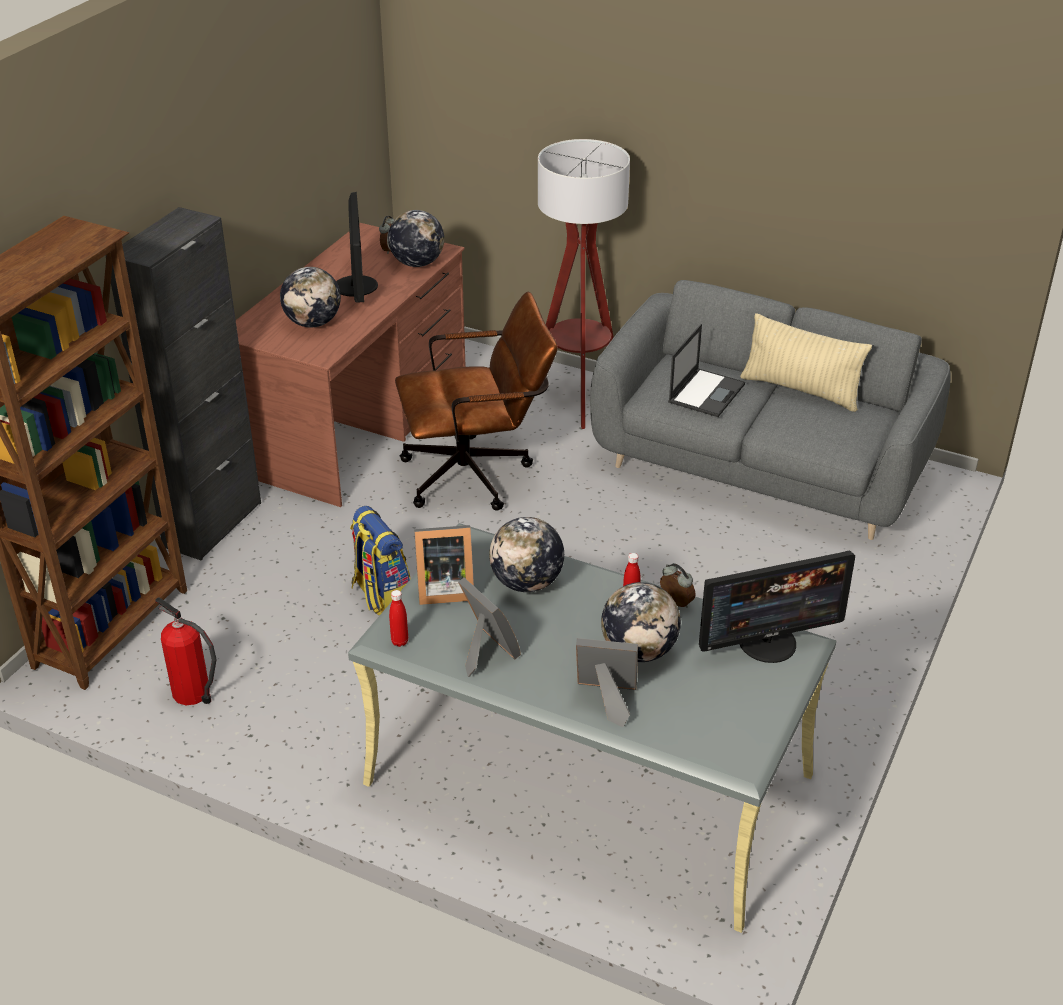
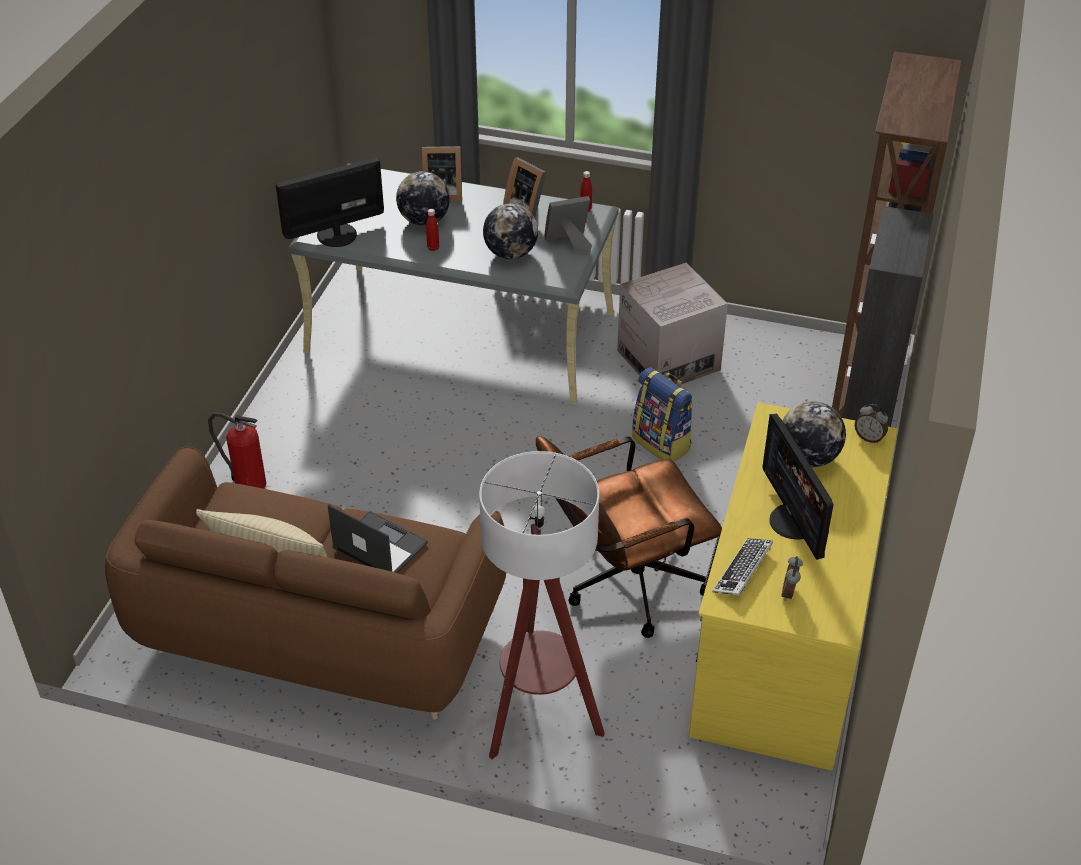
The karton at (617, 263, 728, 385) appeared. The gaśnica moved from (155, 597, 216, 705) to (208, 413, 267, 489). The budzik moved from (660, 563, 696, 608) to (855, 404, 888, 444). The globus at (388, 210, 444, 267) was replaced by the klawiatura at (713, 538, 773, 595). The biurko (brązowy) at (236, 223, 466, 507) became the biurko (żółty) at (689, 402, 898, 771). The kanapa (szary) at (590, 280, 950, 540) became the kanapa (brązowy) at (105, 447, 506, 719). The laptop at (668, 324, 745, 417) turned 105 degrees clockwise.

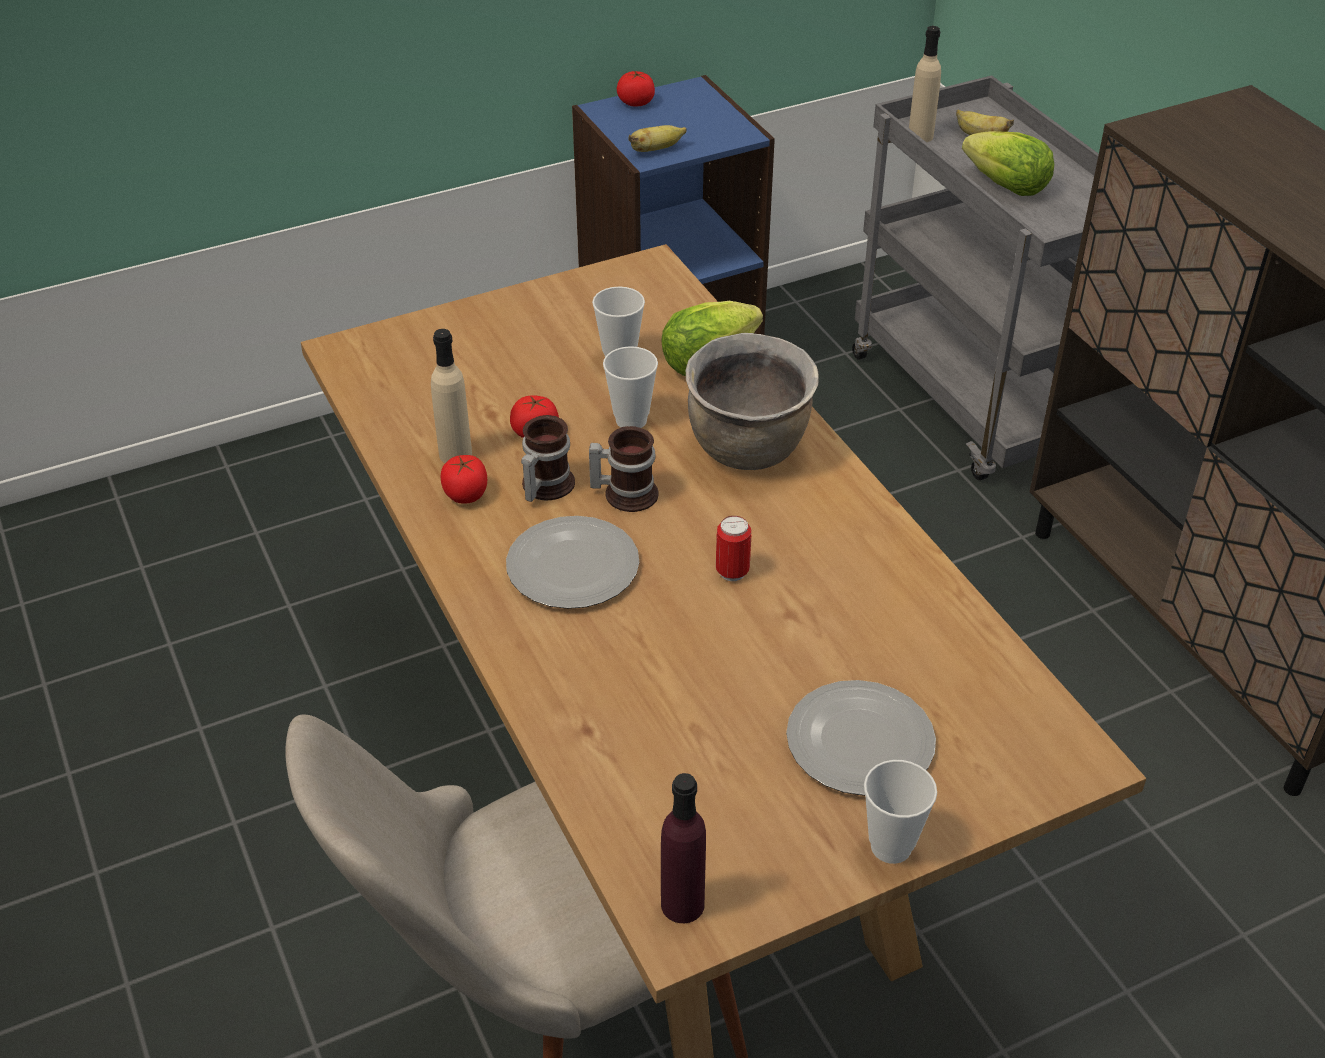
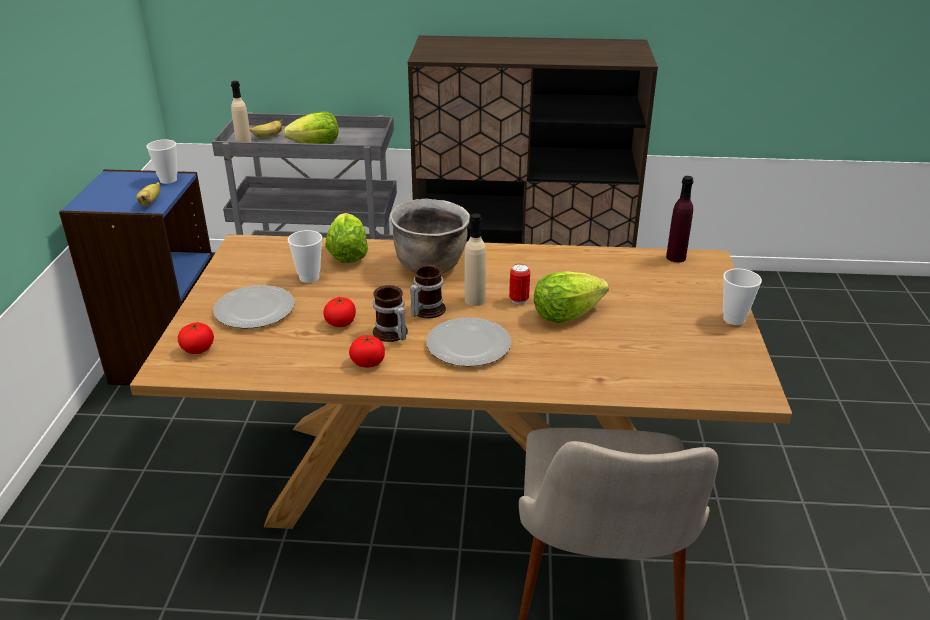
The sałata at (534, 271, 609, 323) appeared. The butelka (beżowy) moved from (431, 329, 472, 463) to (465, 213, 486, 306). The filiżanka moved from (603, 346, 658, 428) to (146, 139, 177, 184). The pomidor moved from (617, 71, 655, 107) to (178, 322, 214, 354). The butelka (fioletowy) moved from (661, 773, 706, 923) to (666, 176, 694, 262). The talerz moved from (786, 680, 936, 796) to (213, 285, 295, 329).

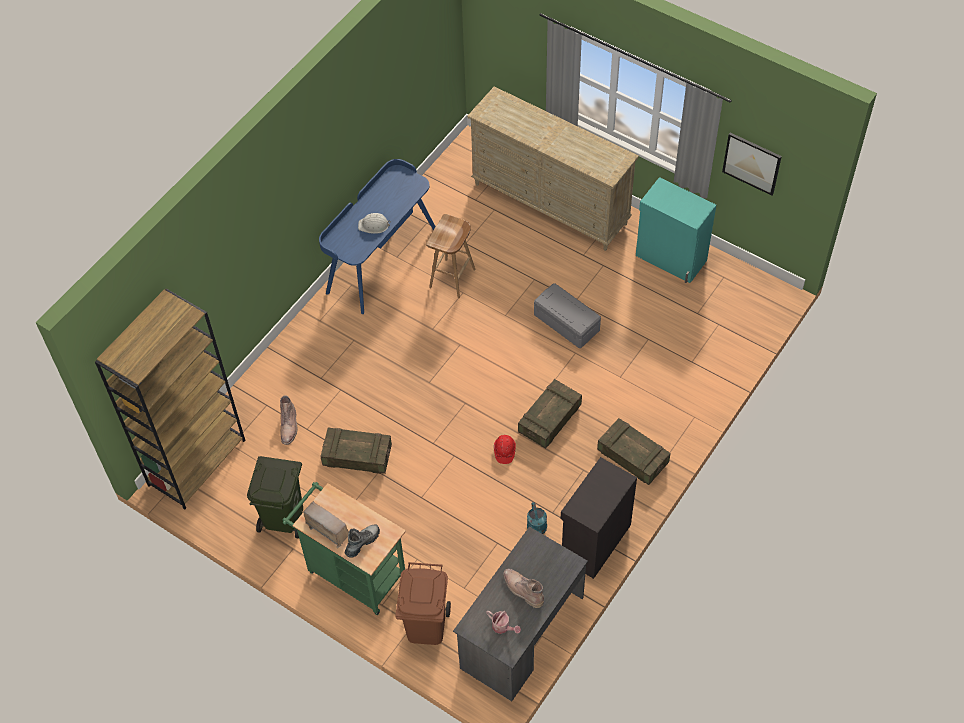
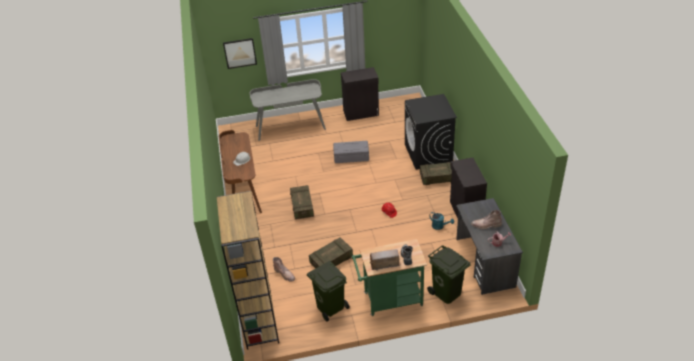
The stołek (brązowy) at (426, 214, 476, 298) disappeared. The pralka (czarny) at (405, 94, 457, 170) appeared. The skrzynka moved from (518, 379, 582, 449) to (290, 185, 314, 219). The obraz moved from (722, 133, 782, 196) to (223, 38, 257, 69). The komoda (beżowy) at (467, 87, 639, 251) was replaced by the biurko (szary) at (250, 79, 326, 141). The biurko (niebieski) at (319, 159, 436, 314) became the biurko (brązowy) at (219, 130, 262, 213). The kosz na śmieci (brązowy) at (395, 562, 451, 645) became the kosz na śmieci (zielony) at (427, 245, 471, 304). The szafka (turkusowy) at (636, 177, 716, 283) became the szafka (czarny) at (341, 67, 379, 121).

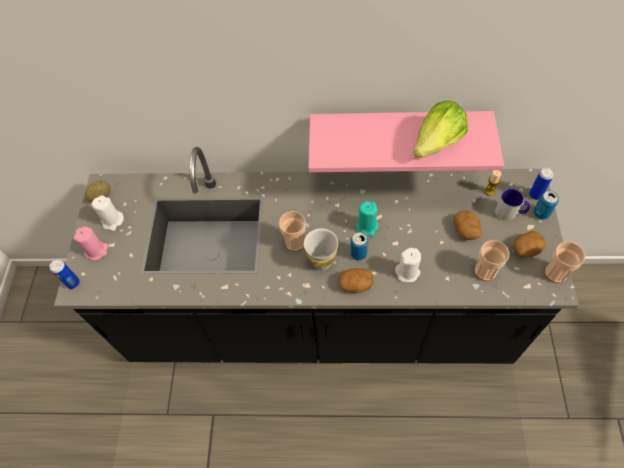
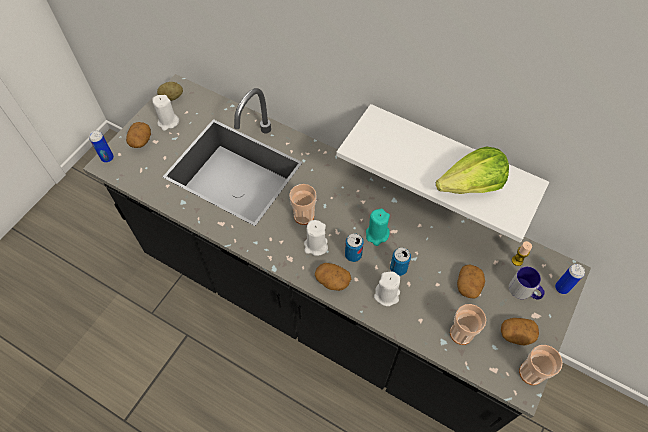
The puszka moved from (533, 191, 559, 220) to (390, 248, 411, 276). The świeca (różowy) at (73, 227, 109, 260) was replaced by the ziemniak at (126, 122, 151, 148). The filiżanka (biały) at (304, 228, 338, 270) was replaced by the świeca (biały) at (304, 220, 328, 256). The półka (różowy) at (309, 111, 504, 172) became the półka (biały) at (336, 104, 549, 243).

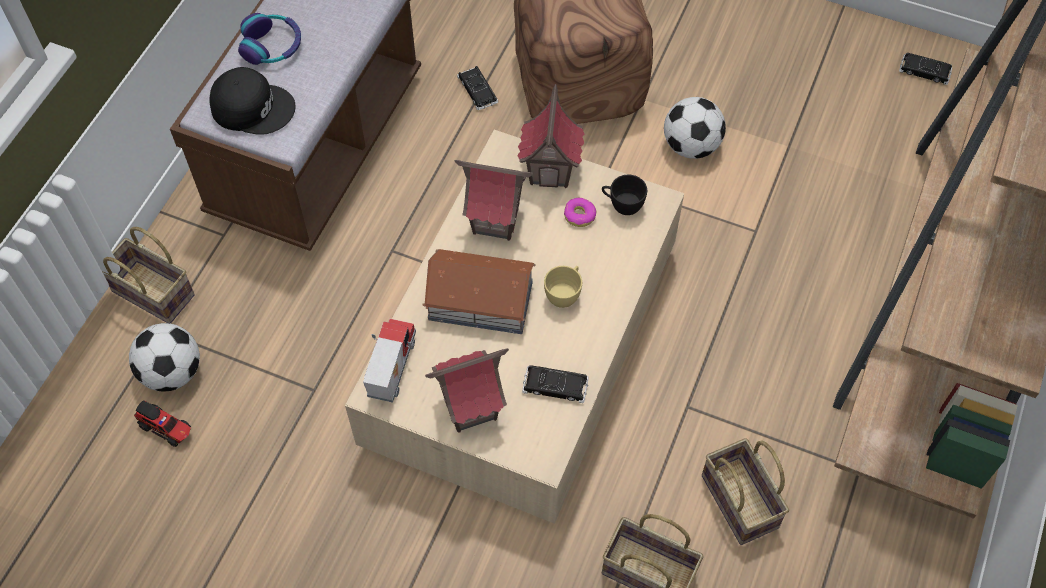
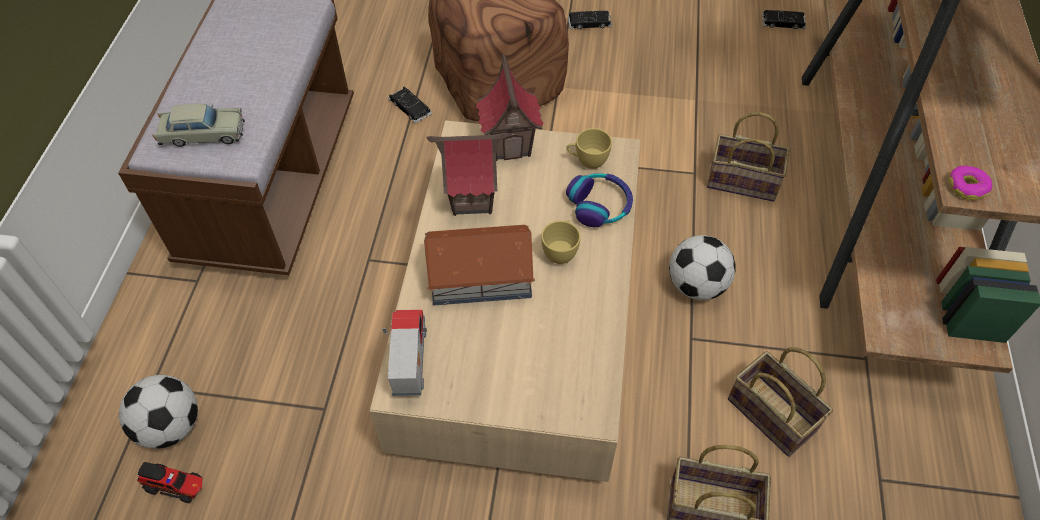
The domek at (425, 348, 509, 433) disappeared. The koszyk moved from (103, 227, 195, 324) to (707, 112, 790, 202). The słuchawki moved from (238, 13, 301, 65) to (566, 174, 633, 227). The samochodzik (czarny) moved from (522, 365, 589, 403) to (568, 11, 612, 29). The donut moved from (564, 198, 596, 227) to (949, 166, 992, 200). The piłka futbolowa moved from (664, 97, 726, 159) to (669, 235, 736, 300). The czapka z daszkiem (czarny) at (209, 67, 296, 135) was replaced by the samochodzik (beżowy) at (153, 104, 245, 147). The filiżanka (czarny) at (602, 175, 647, 215) became the filiżanka (żółty) at (566, 128, 612, 169).

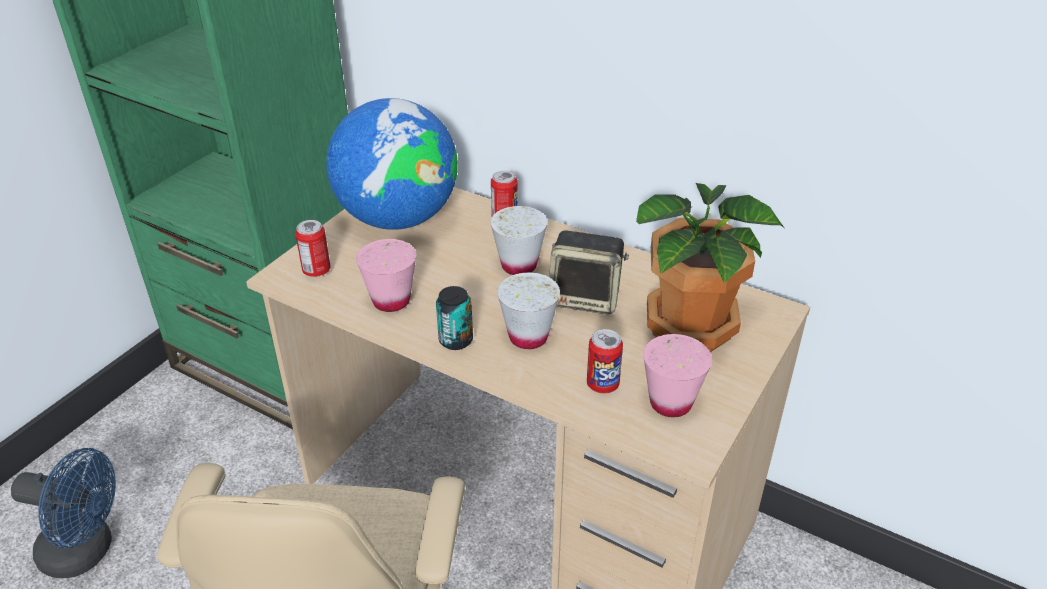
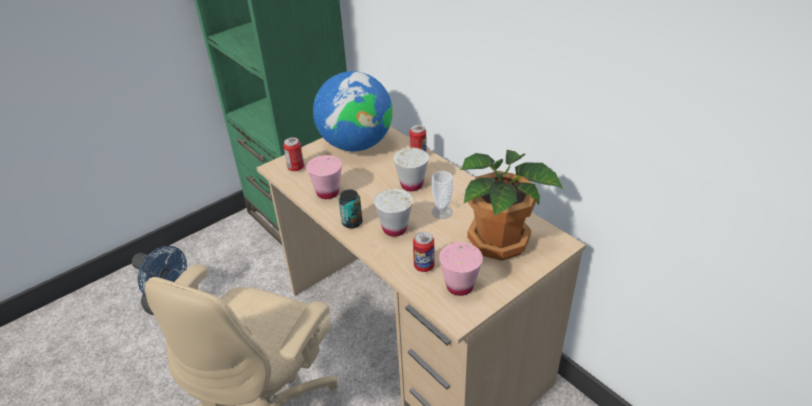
The głośnik at (549, 230, 629, 315) was replaced by the filiżanka at (432, 171, 453, 219).

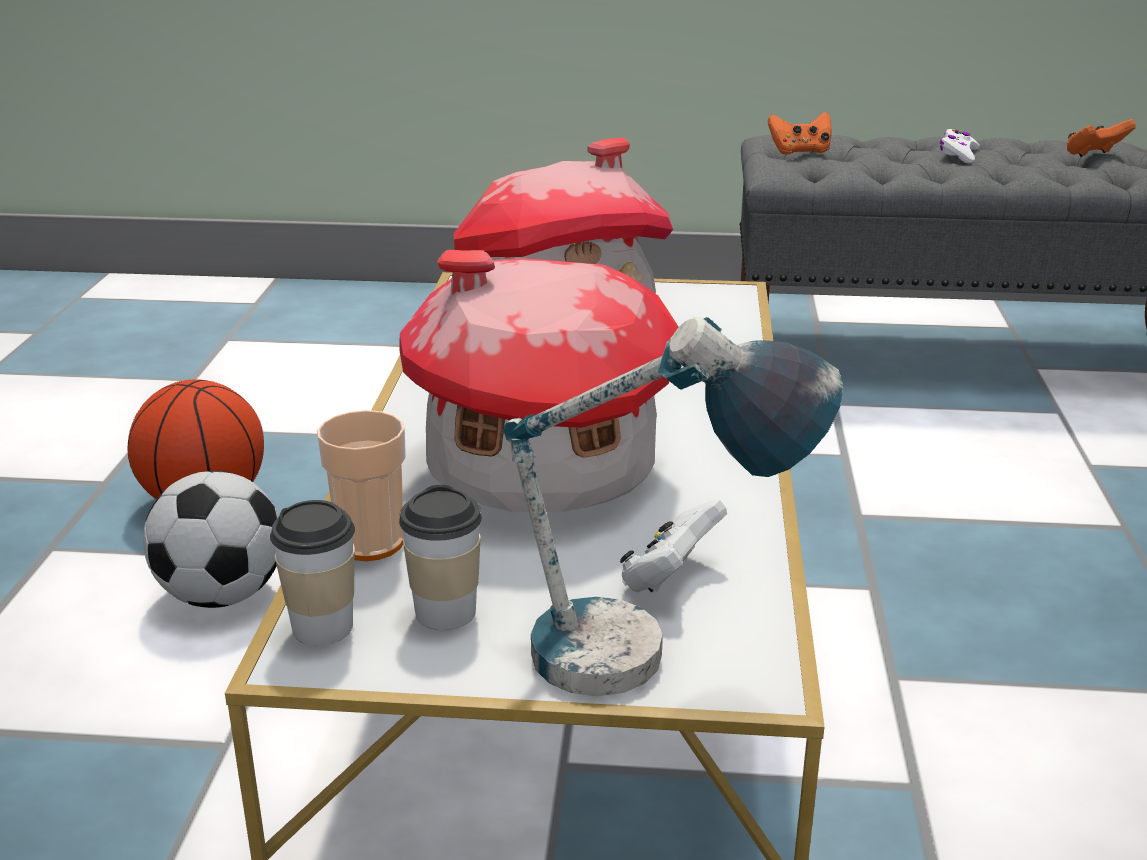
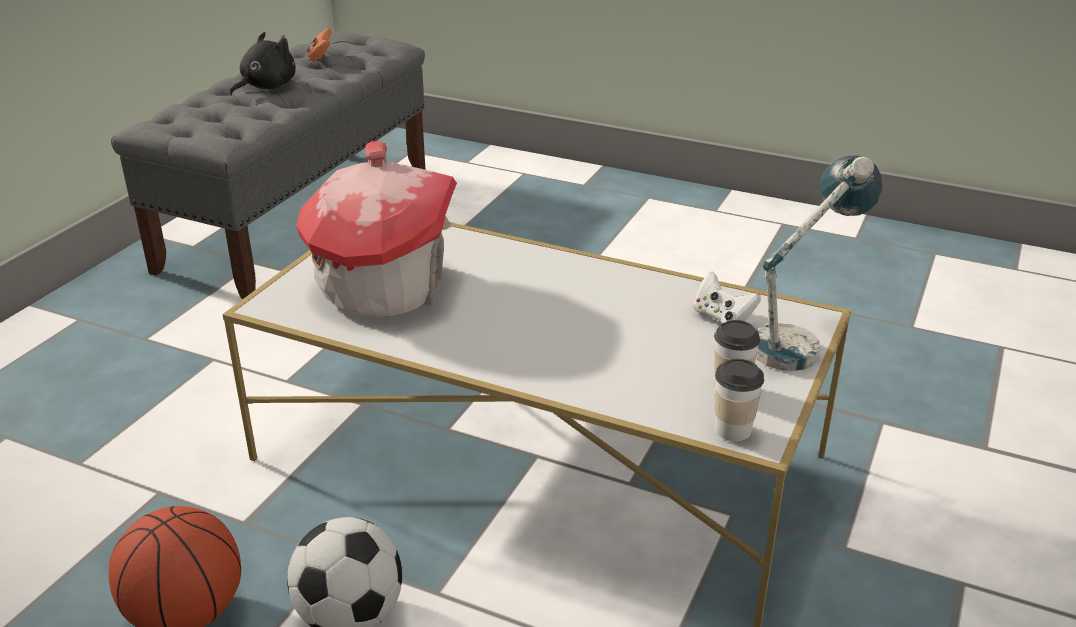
The filiżanka at (317, 410, 406, 561) disappeared. The domek at (399, 250, 679, 512) disappeared. The pad do gier (pomarańczowy) at (768, 112, 832, 155) disappeared. The pad do gier (biały) at (940, 129, 980, 163) was replaced by the pluszak (czarny) at (229, 32, 295, 95).

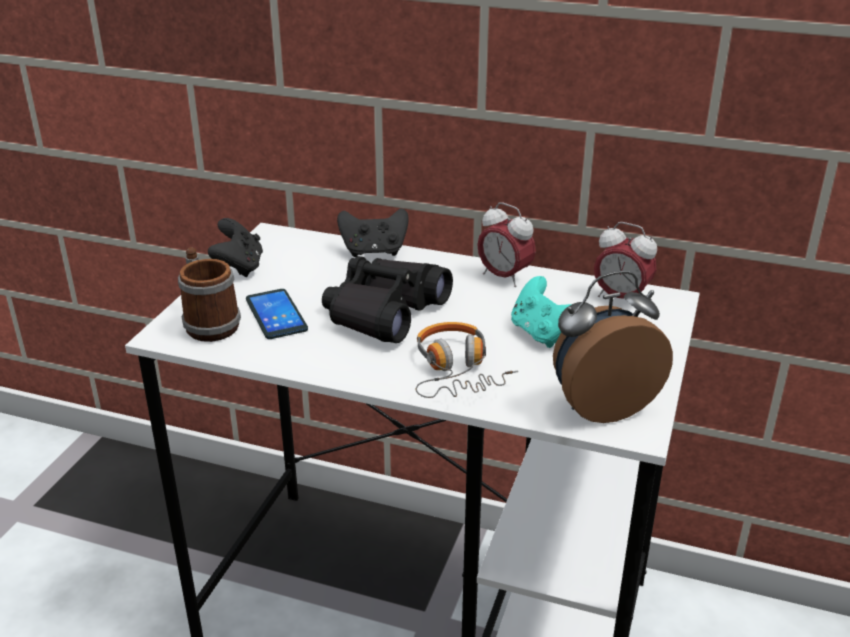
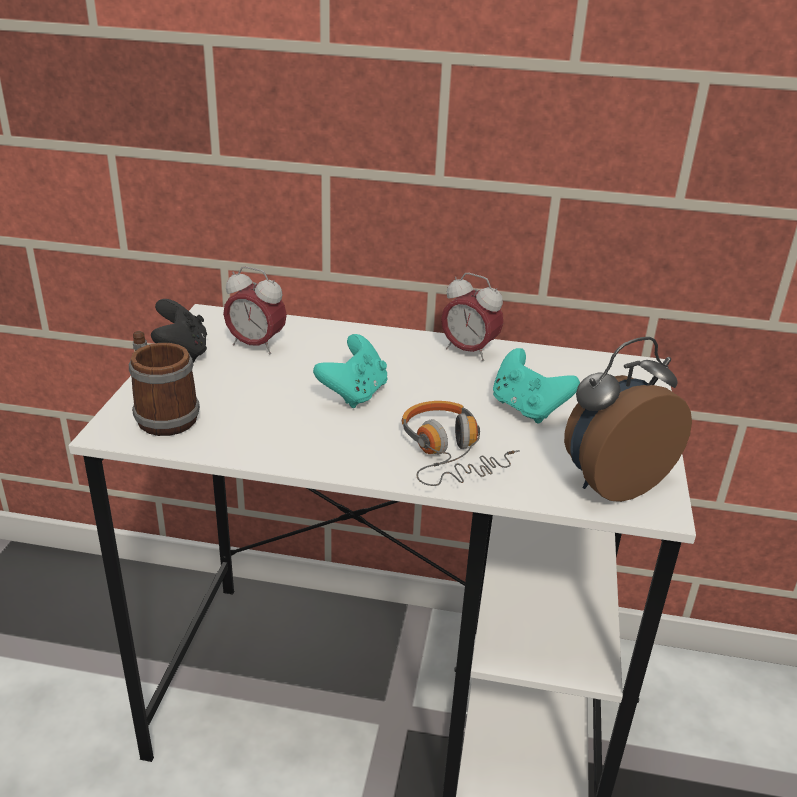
The telefon at (246, 289, 308, 339) disappeared. The pad do gier (czarny) at (337, 208, 409, 257) disappeared. The budzik moved from (594, 222, 657, 299) to (223, 266, 287, 354). The lornetka (czarny) at (322, 256, 453, 343) was replaced by the pad do gier (turkusowy) at (313, 334, 387, 408).

